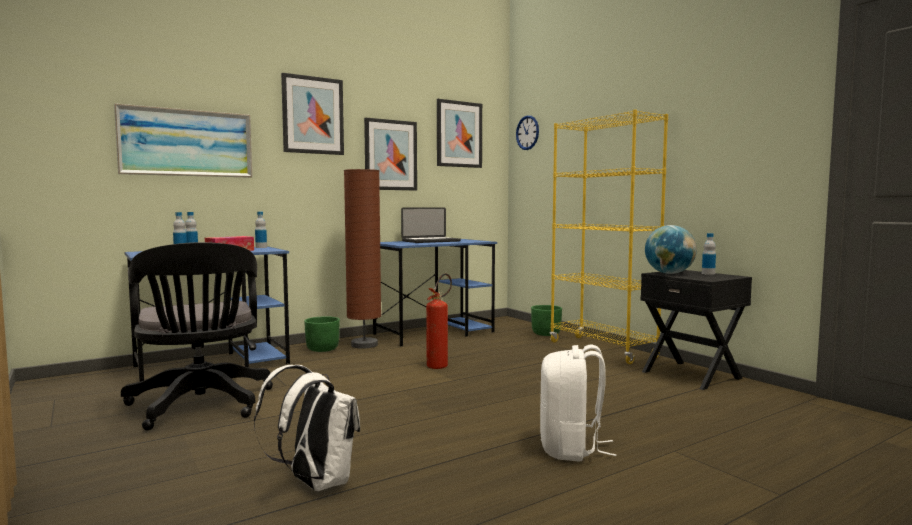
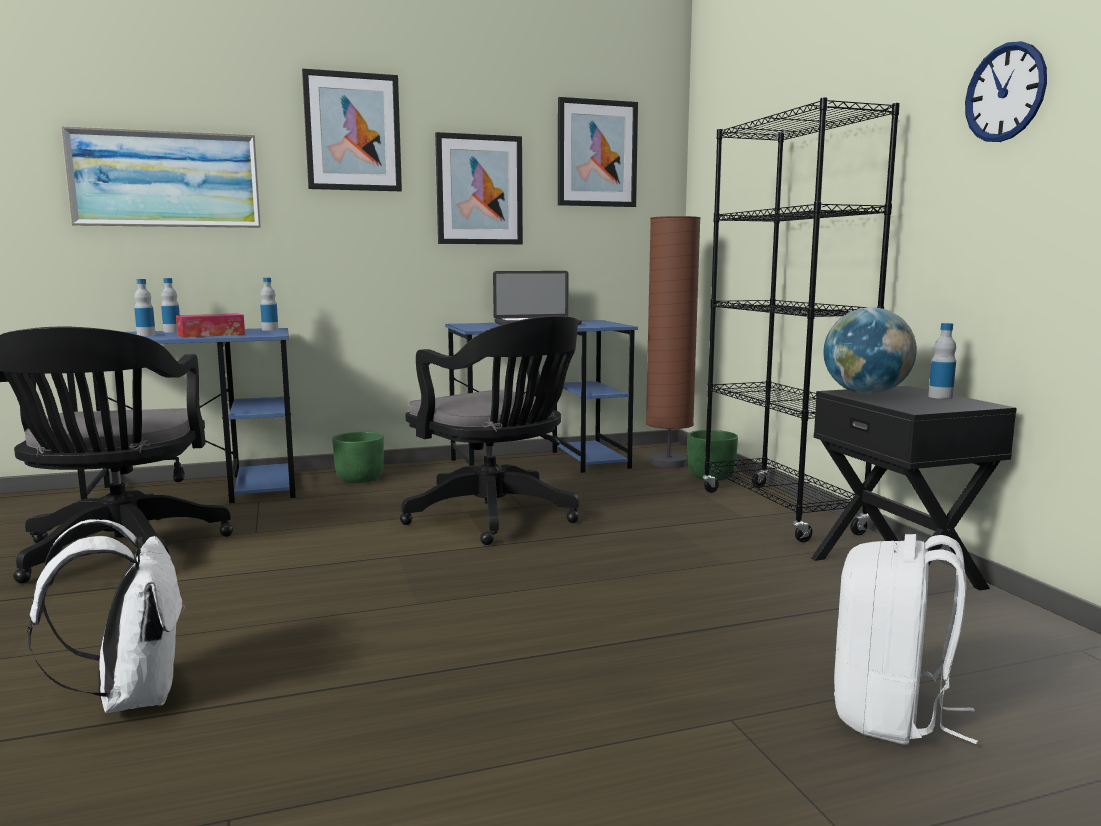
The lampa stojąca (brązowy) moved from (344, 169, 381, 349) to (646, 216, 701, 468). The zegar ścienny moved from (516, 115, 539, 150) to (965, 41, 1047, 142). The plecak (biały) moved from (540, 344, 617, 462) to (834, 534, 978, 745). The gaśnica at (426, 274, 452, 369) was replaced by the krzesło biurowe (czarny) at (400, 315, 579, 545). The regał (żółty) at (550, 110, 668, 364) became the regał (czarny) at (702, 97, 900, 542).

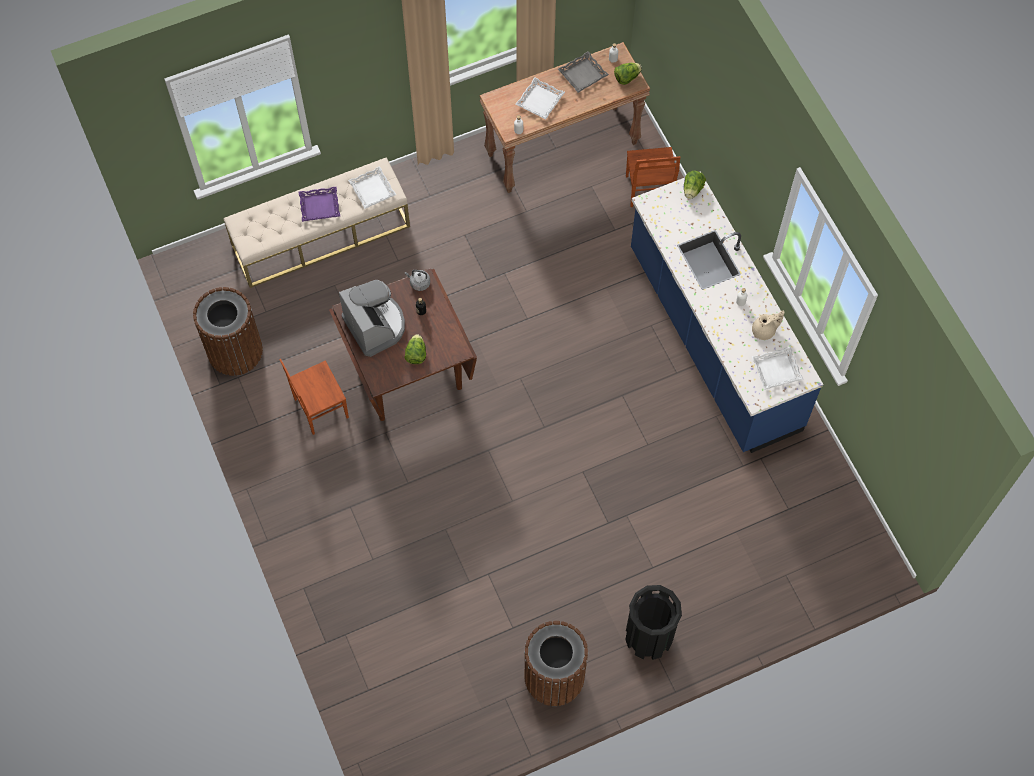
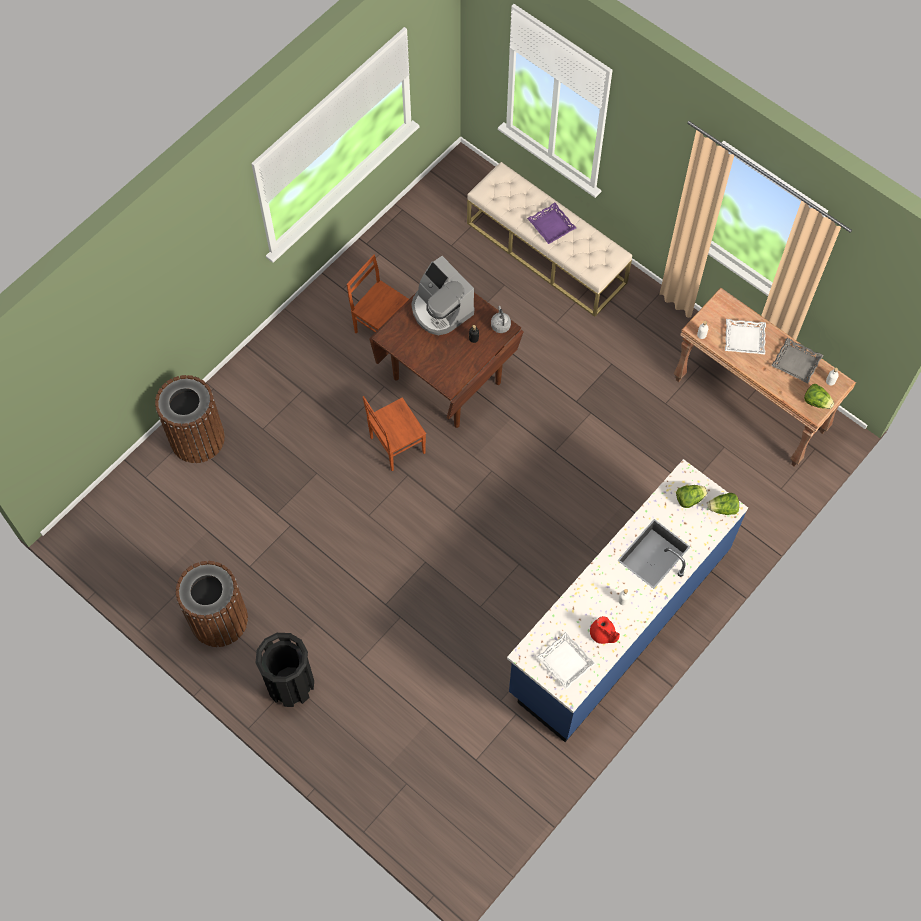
The taca (biały) at (348, 166, 396, 209) disappeared. The kosz na śmieci (brązowy) moved from (193, 287, 263, 376) to (155, 375, 225, 463). The sałata moved from (405, 334, 426, 364) to (676, 485, 708, 508). The krzesło (brązowy) moved from (626, 147, 680, 207) to (363, 396, 426, 471). The imbryk (beżowy) at (752, 311, 785, 340) became the imbryk (czerwony) at (590, 616, 620, 644). The ekspres do kawy at (339, 280, 405, 357) turned 105 degrees clockwise.

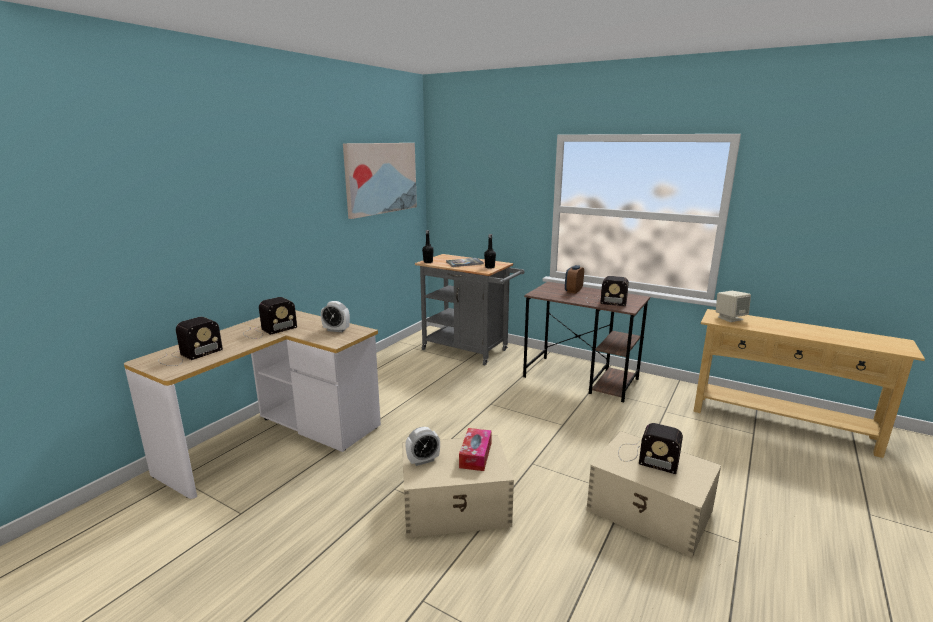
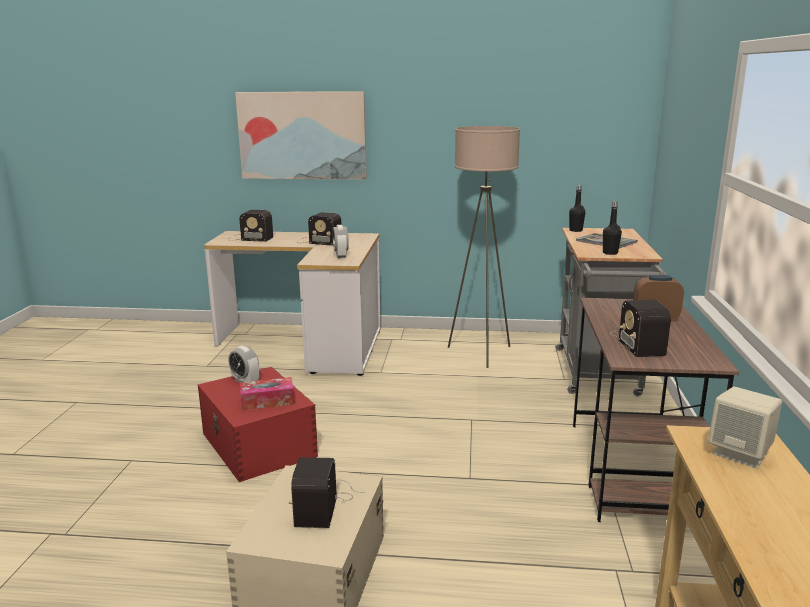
The lampa stojąca (beżowy) at (448, 126, 520, 368) appeared. The obraz moved from (343, 143, 417, 219) to (235, 91, 367, 180). The pojemnik do przechowywania (beżowy) at (402, 435, 514, 538) became the pojemnik do przechowywania (czerwony) at (198, 367, 318, 482).

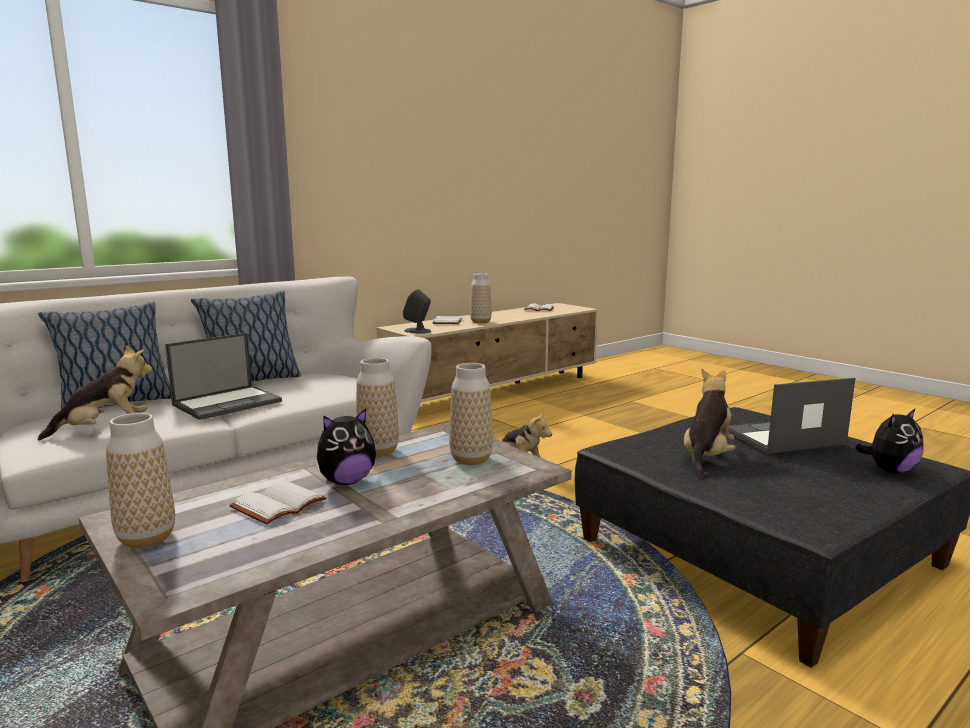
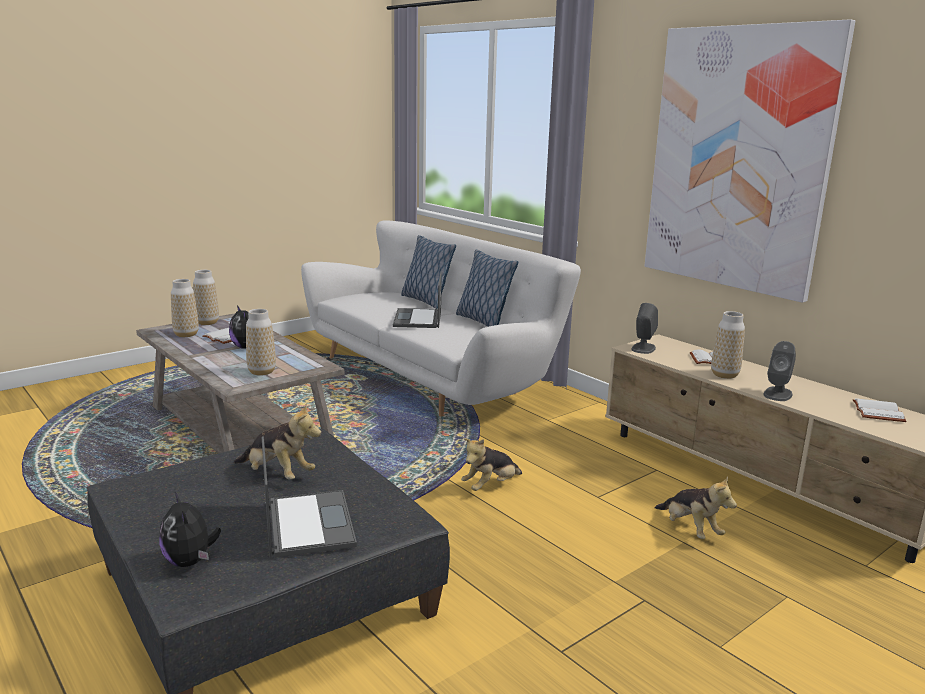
The obraz at (644, 19, 855, 303) appeared. The głośnik (szary) at (763, 341, 796, 401) appeared. The pluszak moved from (38, 345, 153, 440) to (655, 476, 737, 539). The wazon moved from (356, 358, 399, 457) to (171, 279, 199, 337). The laptop at (165, 333, 282, 420) turned 45 degrees clockwise.

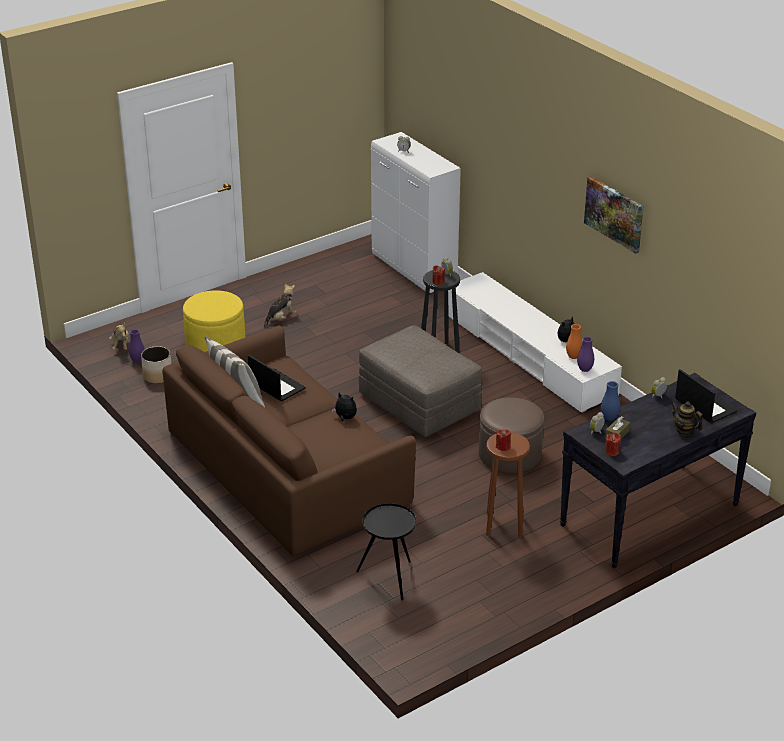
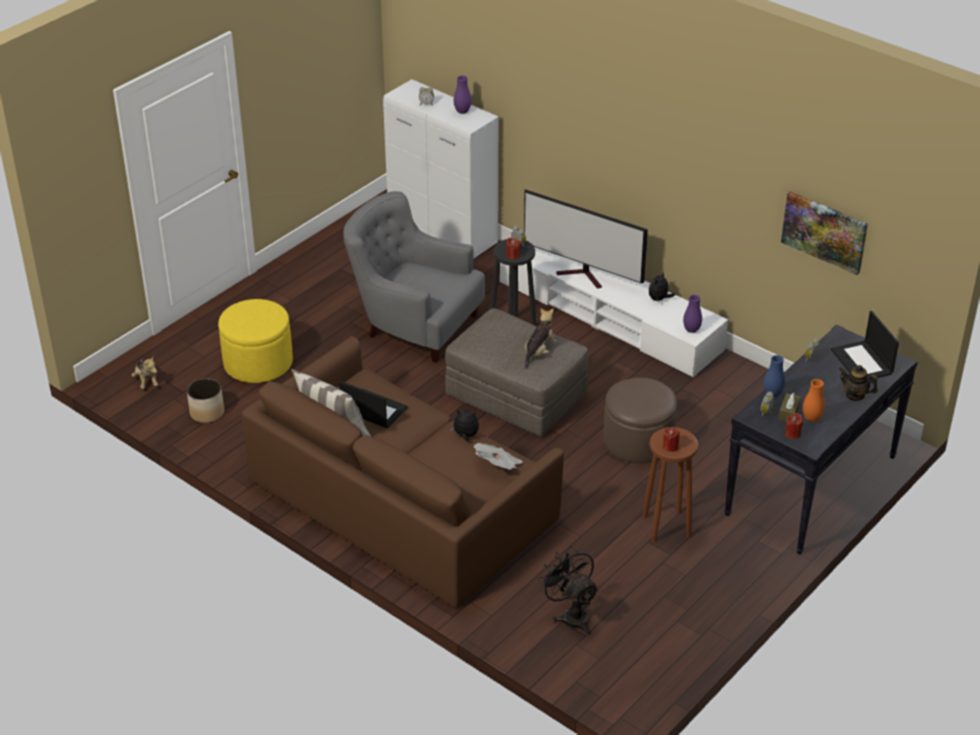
The fotel (szary) at (343, 191, 485, 363) appeared. The gazeta at (474, 443, 523, 470) appeared. The telewizor at (524, 189, 648, 289) appeared. The wazon (fioletowy) moved from (129, 329, 145, 363) to (454, 76, 471, 114). The pluszak moved from (264, 284, 297, 328) to (525, 308, 557, 368). The wazon (pomarańczowy) moved from (566, 324, 582, 359) to (803, 379, 825, 422). The obraz moved from (584, 176, 644, 254) to (781, 191, 868, 275). The stolik (czarny) at (356, 503, 416, 600) was replaced by the wentylator (czarny) at (538, 546, 599, 635). The laptop at (675, 369, 737, 424) turned 150 degrees counterclockwise.

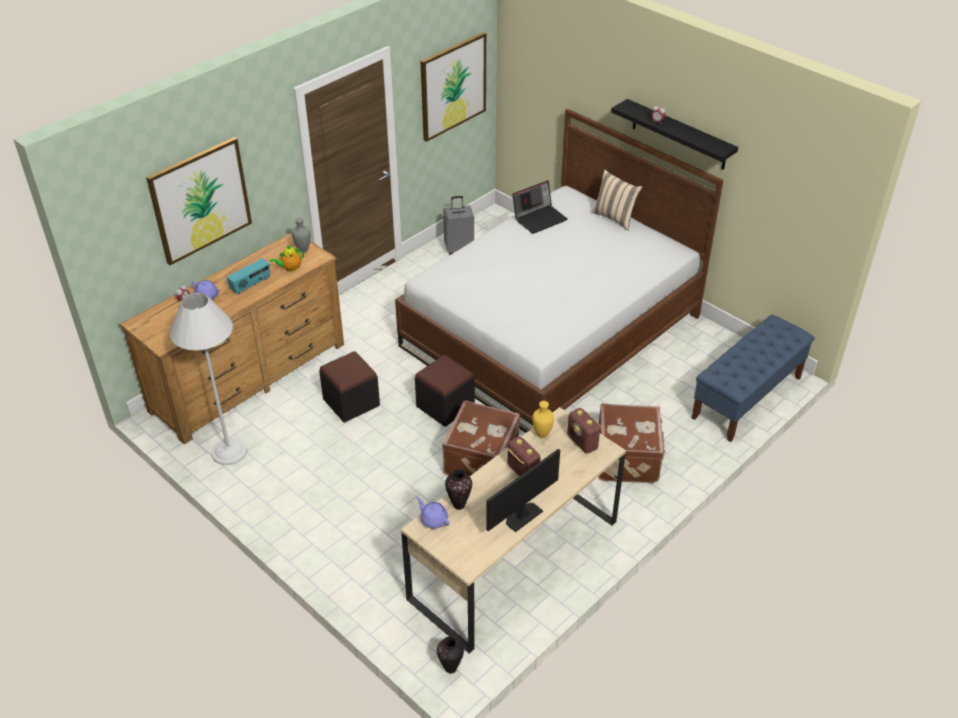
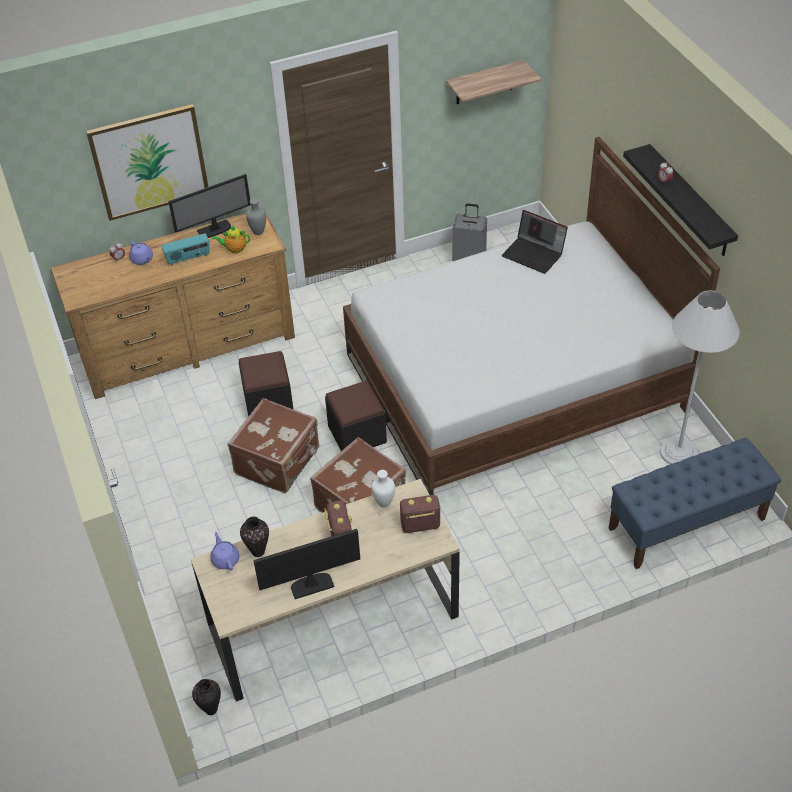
The poduszka (beżowy) at (591, 170, 642, 231) disappeared. The monitor at (168, 174, 251, 238) appeared. The lampa stojąca (biały) moved from (170, 293, 247, 465) to (660, 290, 740, 464). The walizka (brązowy) moved from (598, 403, 665, 483) to (227, 398, 319, 493). The obraz at (420, 32, 486, 142) was replaced by the półka at (446, 60, 541, 104). The wazon (żółty) at (532, 401, 554, 438) became the wazon (biały) at (371, 470, 395, 508). The laptop at (512, 180, 568, 234) turned 45 degrees clockwise. The radio at (567, 408, 601, 453) turned 90 degrees clockwise.

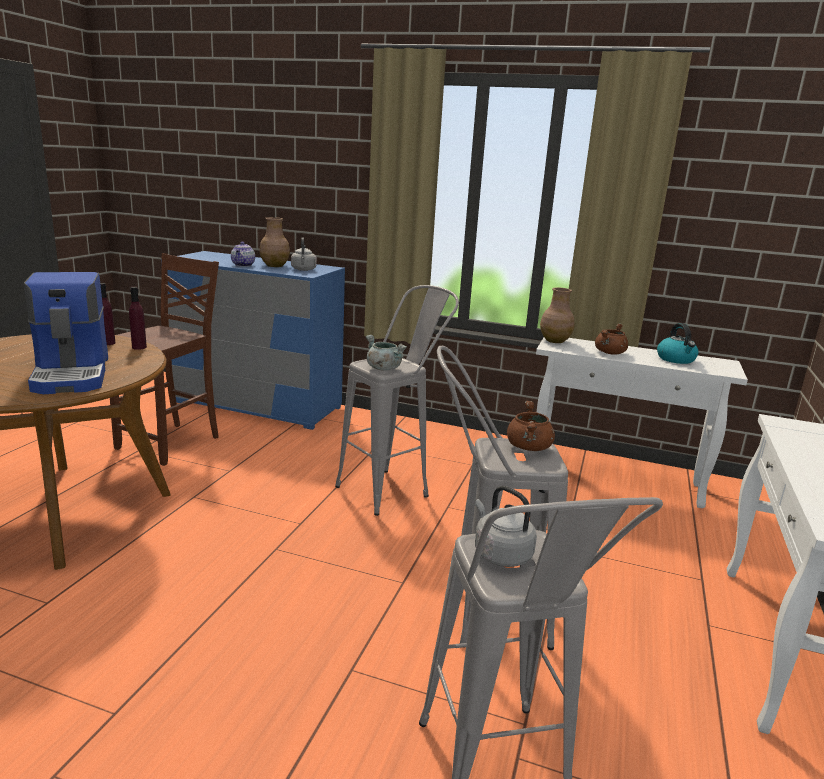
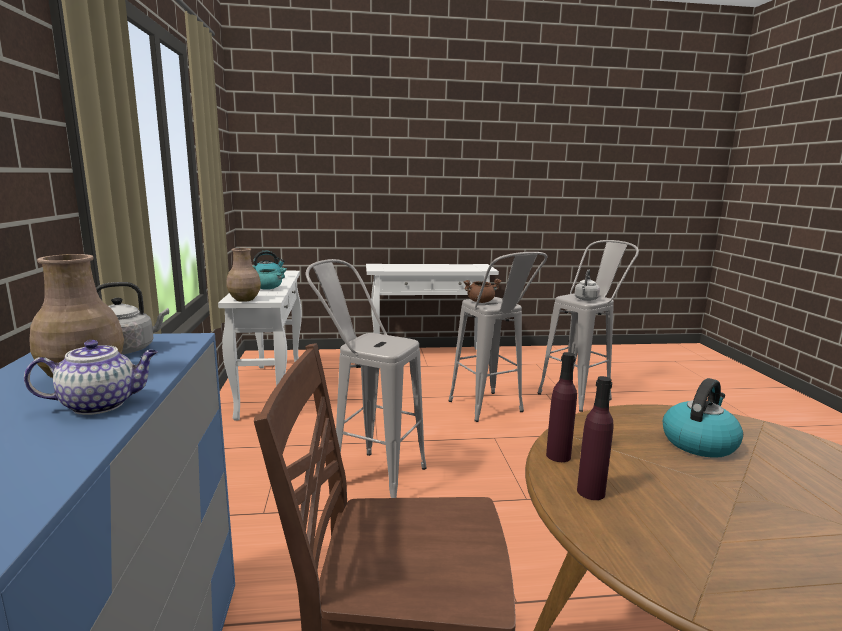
The garnek (szary) at (366, 335, 407, 371) disappeared. The ekspres do kawy at (24, 272, 108, 394) was replaced by the czajnik at (663, 378, 743, 458). The garnek (brązowy) at (595, 323, 628, 355) became the garnek (turkusowy) at (252, 265, 287, 290).

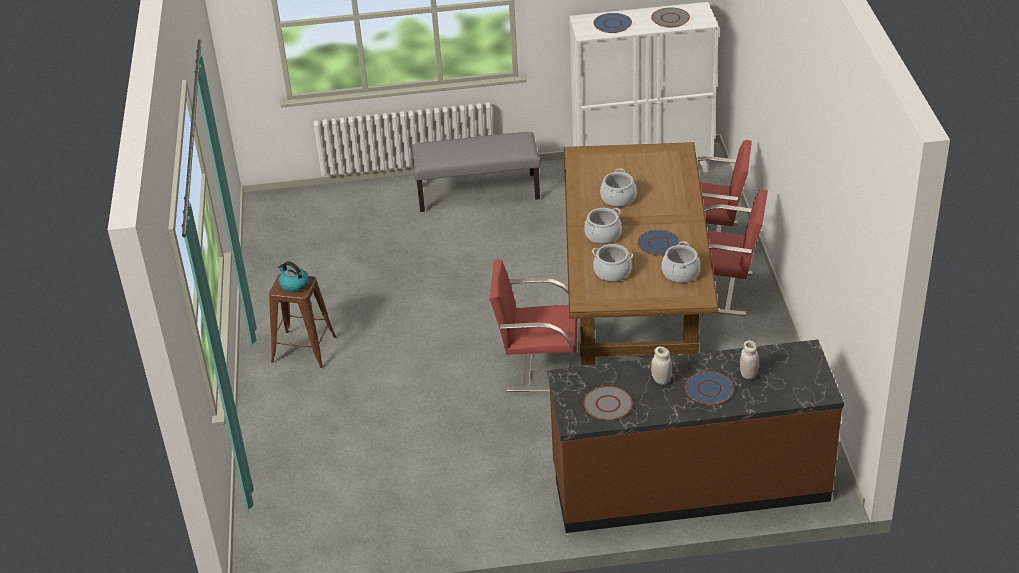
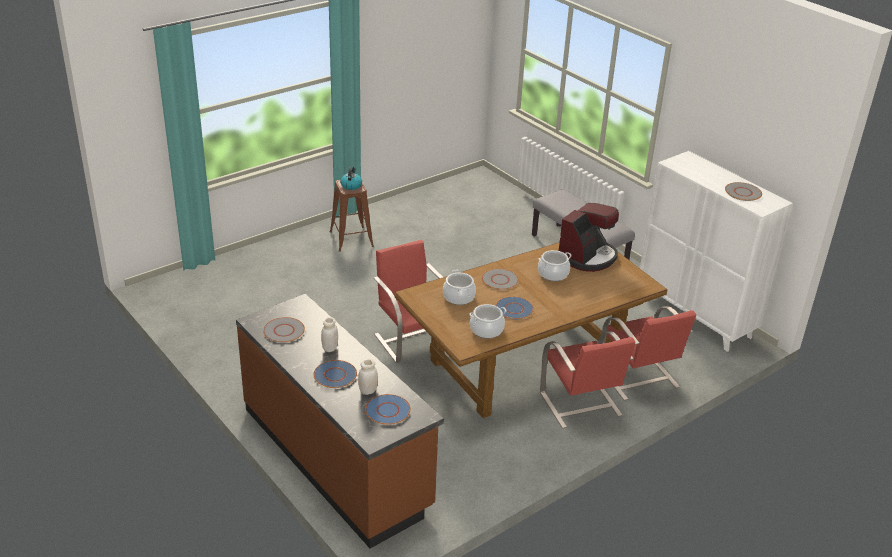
The ekspres do kawy at (558, 203, 619, 272) appeared. The talerz (niebieski) moved from (593, 13, 632, 33) to (365, 394, 411, 425). The garnek at (584, 208, 622, 244) was replaced by the talerz (szary) at (482, 269, 519, 290).

